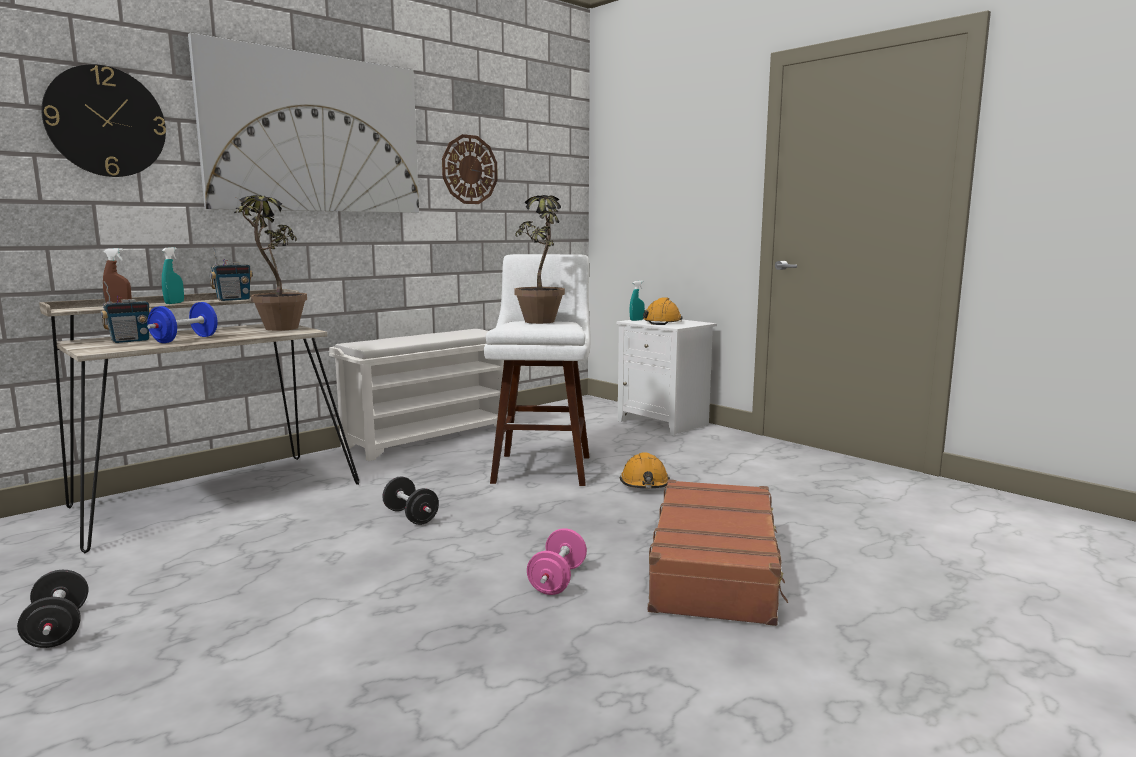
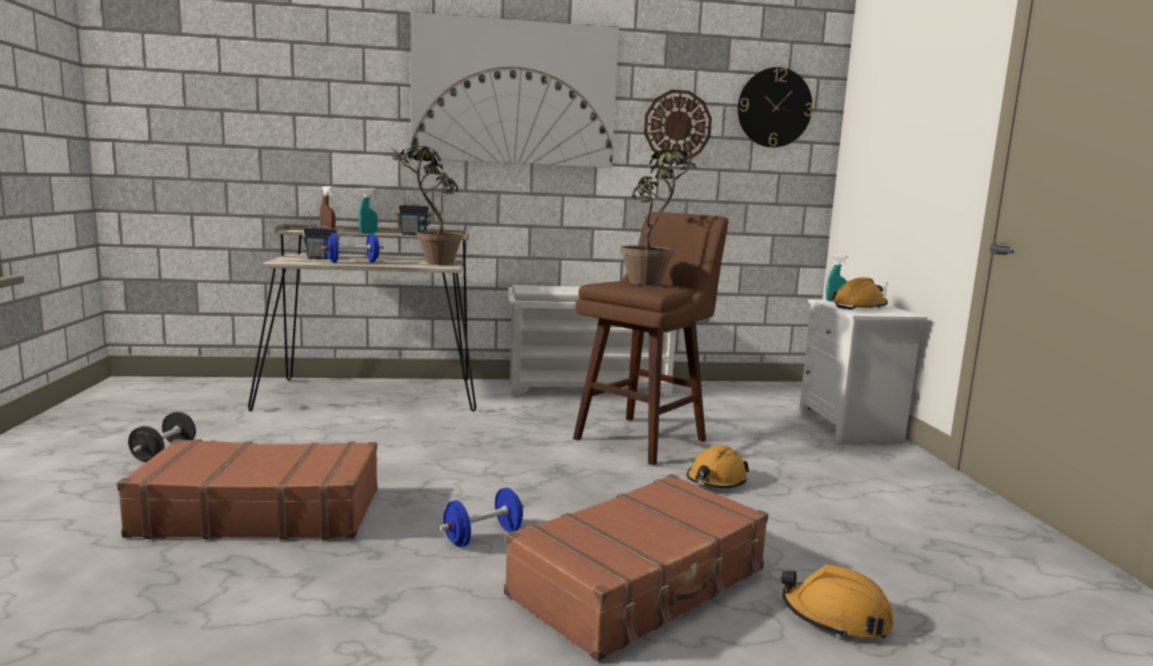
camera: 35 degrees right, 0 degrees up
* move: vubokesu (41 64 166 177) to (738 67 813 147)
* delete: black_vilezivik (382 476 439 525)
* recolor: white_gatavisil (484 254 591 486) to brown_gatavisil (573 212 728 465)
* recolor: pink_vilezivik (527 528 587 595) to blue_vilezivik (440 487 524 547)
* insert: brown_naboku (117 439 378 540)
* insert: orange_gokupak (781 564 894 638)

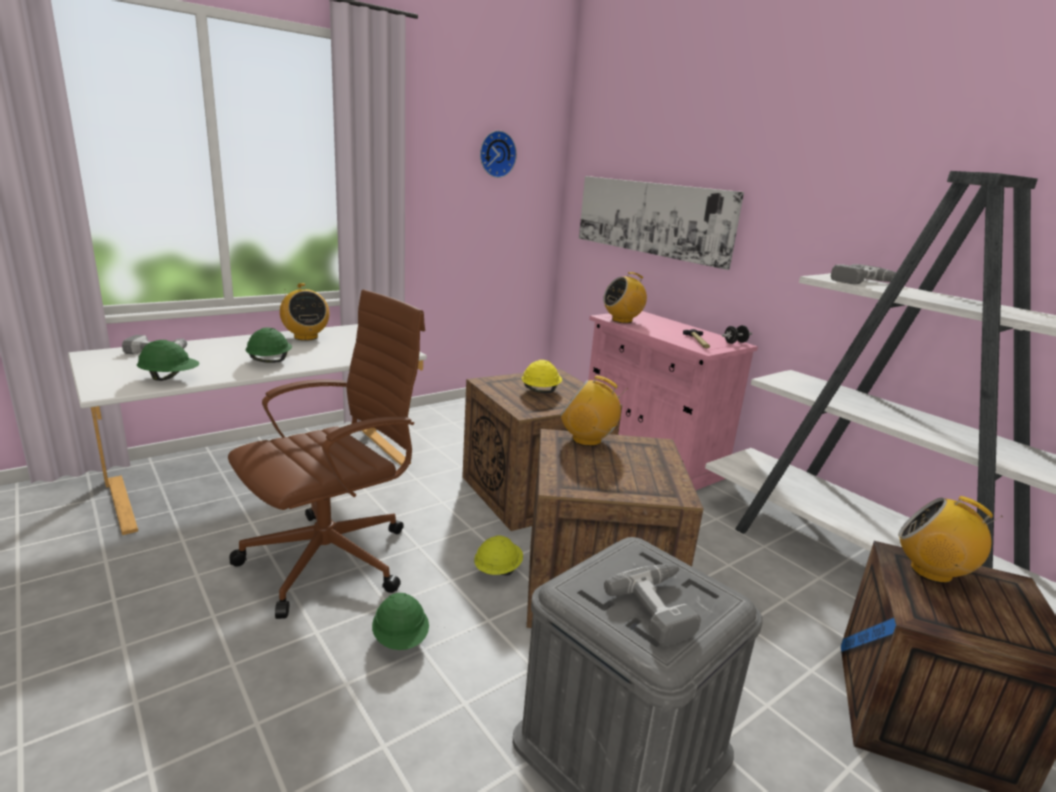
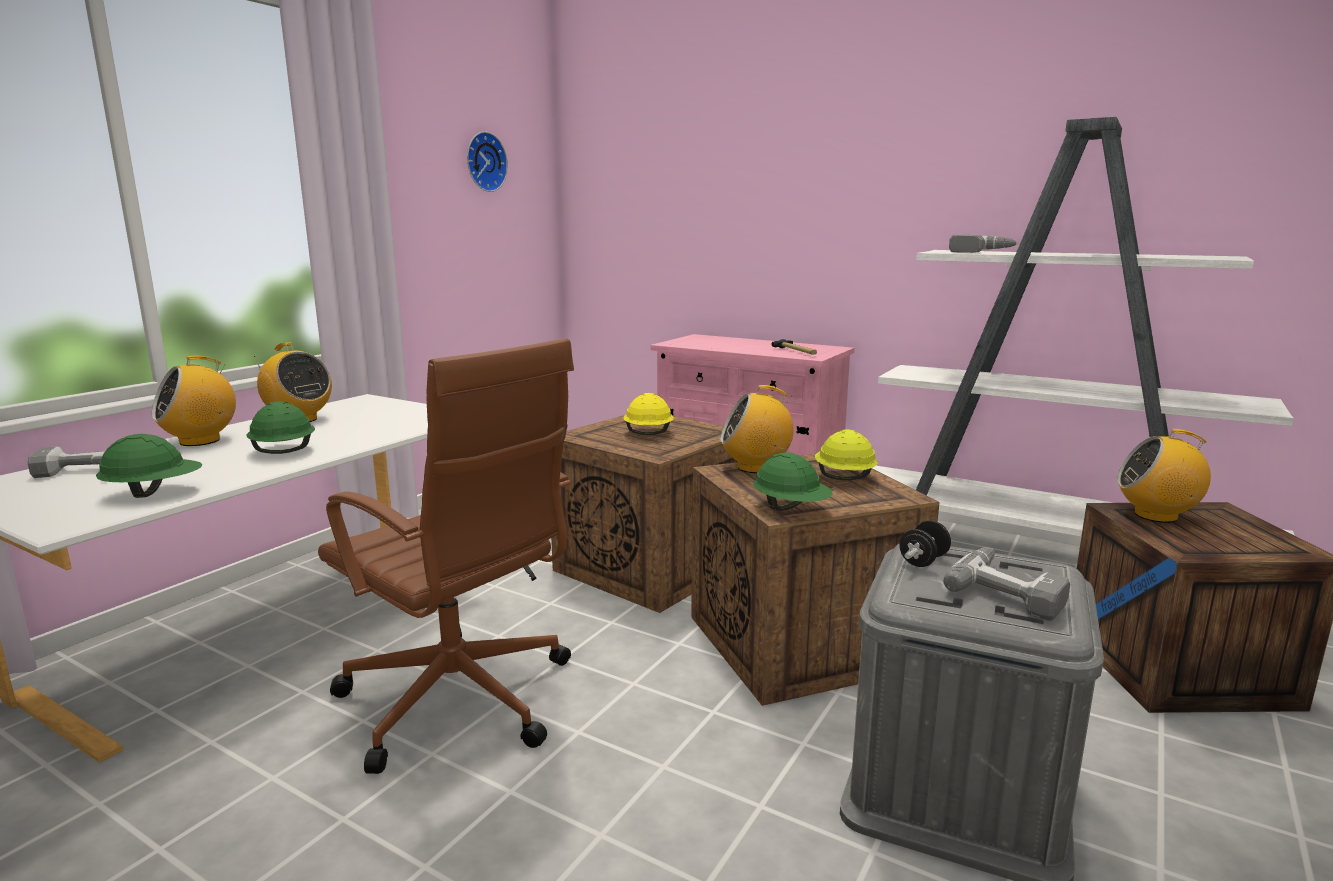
camera: 20 degrees left, 5 degrees down
* rotate: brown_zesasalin (228 289 425 619) = (318 338 574 774) 105 degrees clockwise
* move: green_gokupak (372 593 429 650) to (753 452 833 511)
* move: yellow_gokupak (474 536 523 576) to (815 430 878 480)
* delete: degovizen (579 176 744 270)
* move: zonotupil (603 272 647 323) to (152 356 236 446)
* move: black_vilezivik (722 325 752 344) to (900 520 951 567)

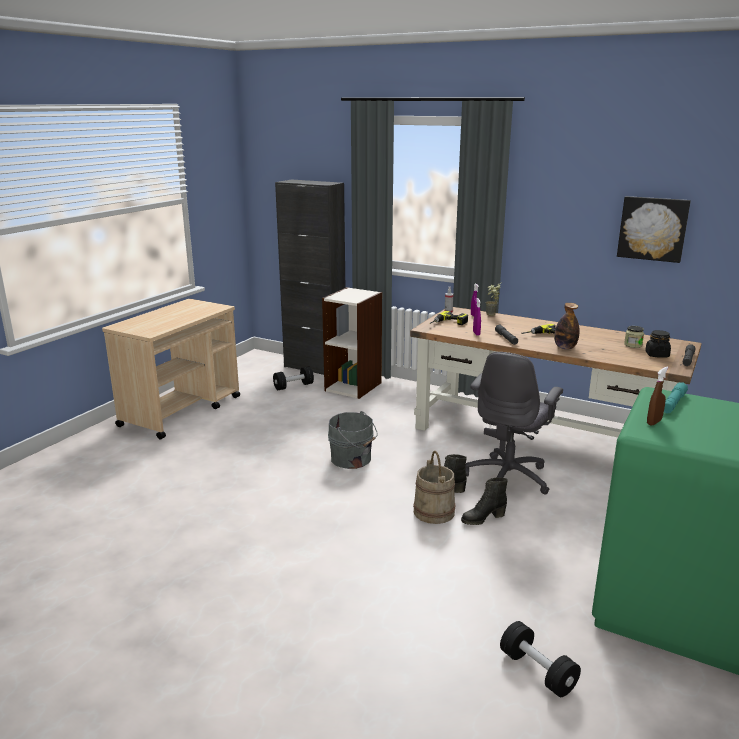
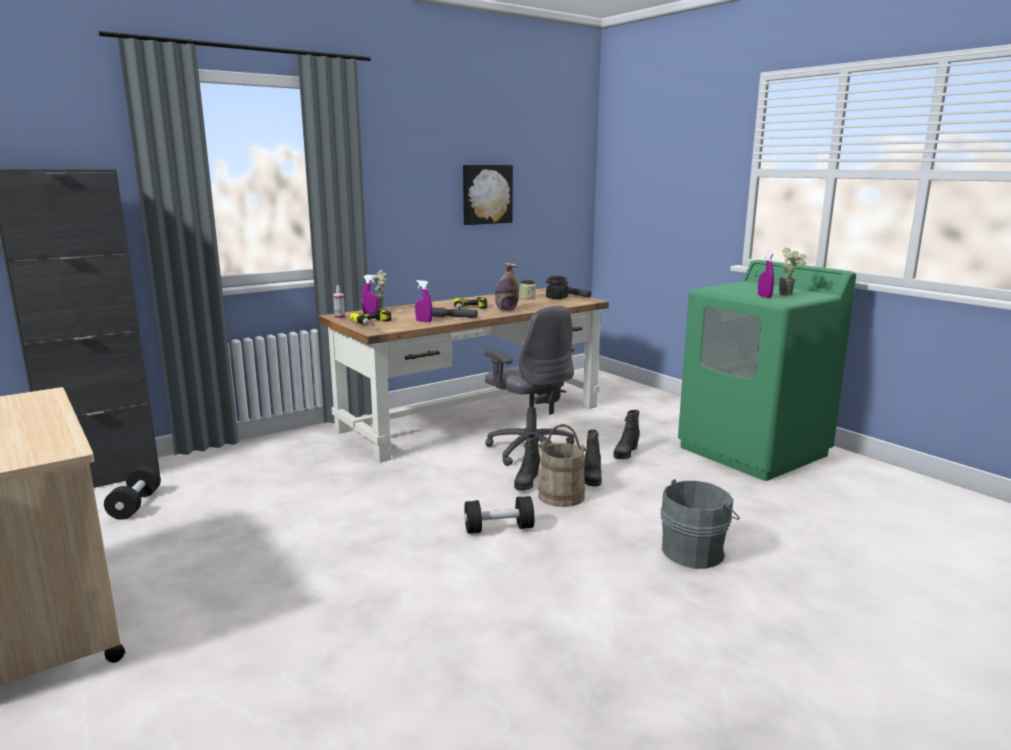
camera: 65 degrees left, 5 degrees down
* delete: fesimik (322 287 382 399)
* move: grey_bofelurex (328 411 378 469) to (660 479 739 569)
* move: black_vilezivik (500 621 581 697) to (465 496 535 534)
* recolor: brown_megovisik (647 367 668 425) to purple_megovisik (758 250 774 298)
* delete: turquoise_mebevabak (664 382 688 413)
* insert: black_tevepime (614 410 640 459)
* insert: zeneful (779 248 807 296)

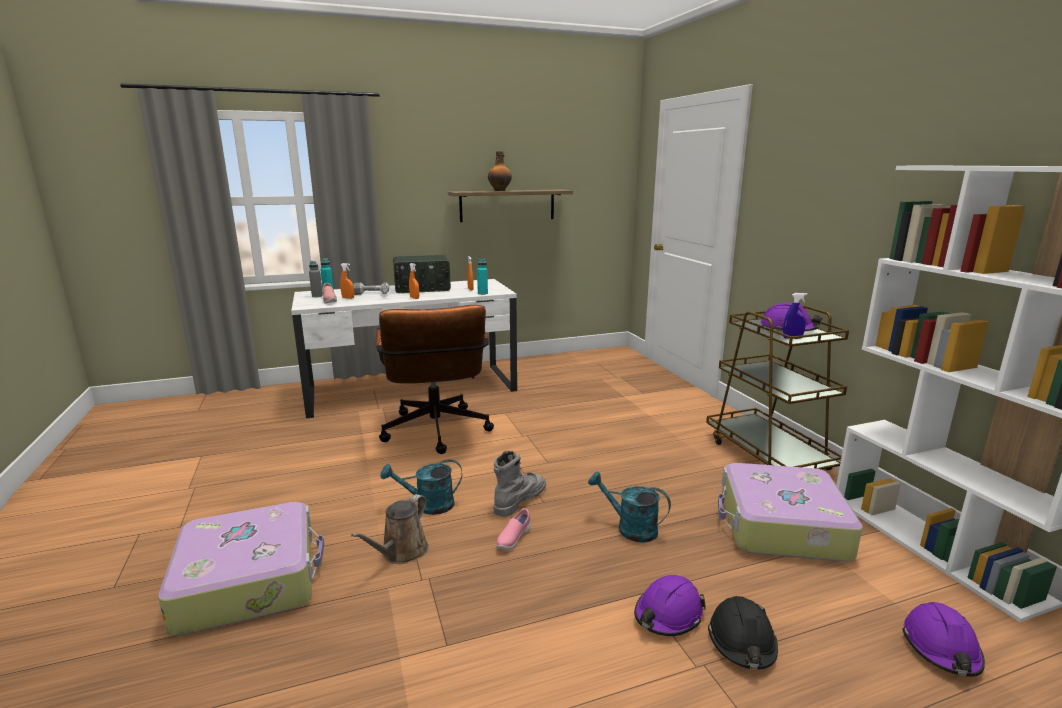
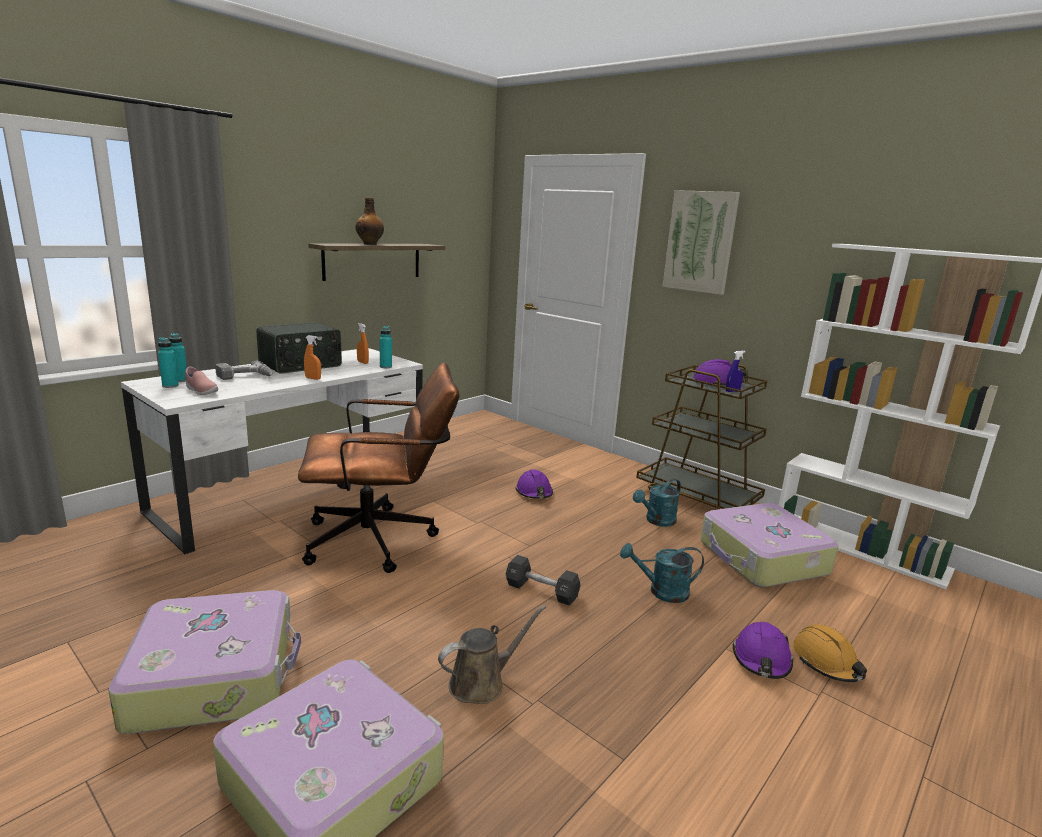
camera: 30 degrees left, 0 degrees up
* recolor: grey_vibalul (309 261 323 298) to turquoise_vibalul (158 337 179 388)
* delete: orange_megovisik (340 263 354 299)
* rotate: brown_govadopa (351 494 428 564) = (438 605 546 704) 120 degrees counterclockwise
* rotate: brown_zesasalin (376 305 494 454) = (298 362 459 573) 60 degrees counterclockwise
* move: turquoise_govadopa (380 459 462 515) to (633 479 681 527)
* replace: grey_tevepime (493 451 546 517) to black_vilezivik (506 555 580 605)
* delete: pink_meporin (496 508 531 550)
* recolor: black_gokupak (708 596 778 669) to orange_gokupak (793 624 867 682)
* move: purple_gokupak (902 602 985 677) to (515 469 553 499)
* insert: naboku (108 590 301 734)
* insert: degovizen (662 190 740 295)

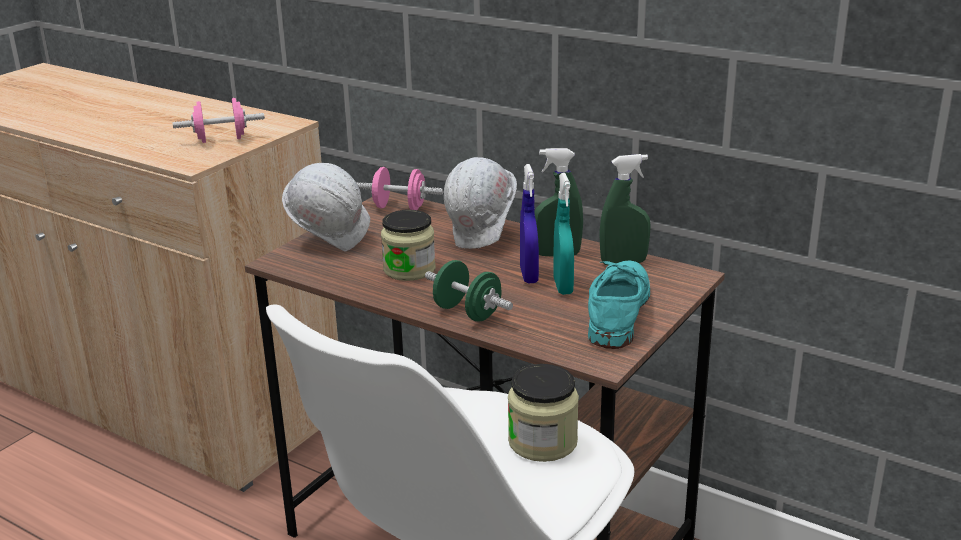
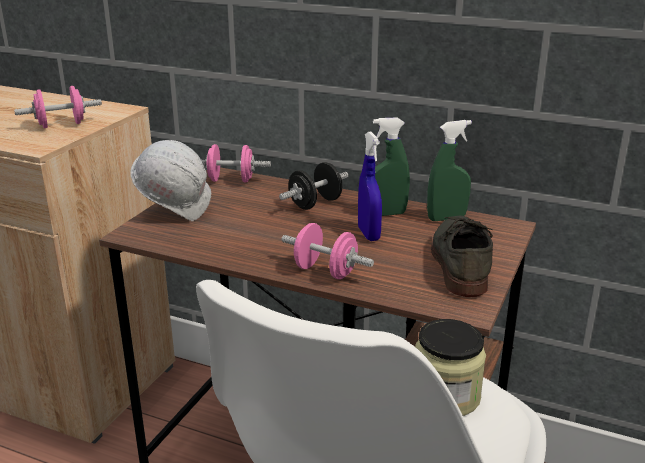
camera: 10 degrees left, 0 degrees up
* delete: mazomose (381 210 436 281)
* recolor: green_vilezivik (425 260 513 322) to pink_vilezivik (281 223 374 279)
* replace: white_gokupak (444 157 517 249) to black_vilezivik (279 162 349 210)
* delete: turquoise_megovisik (553 173 574 295)
* recolor: turquoise_meporin (588 260 650 349) to grey_meporin (431 215 493 297)

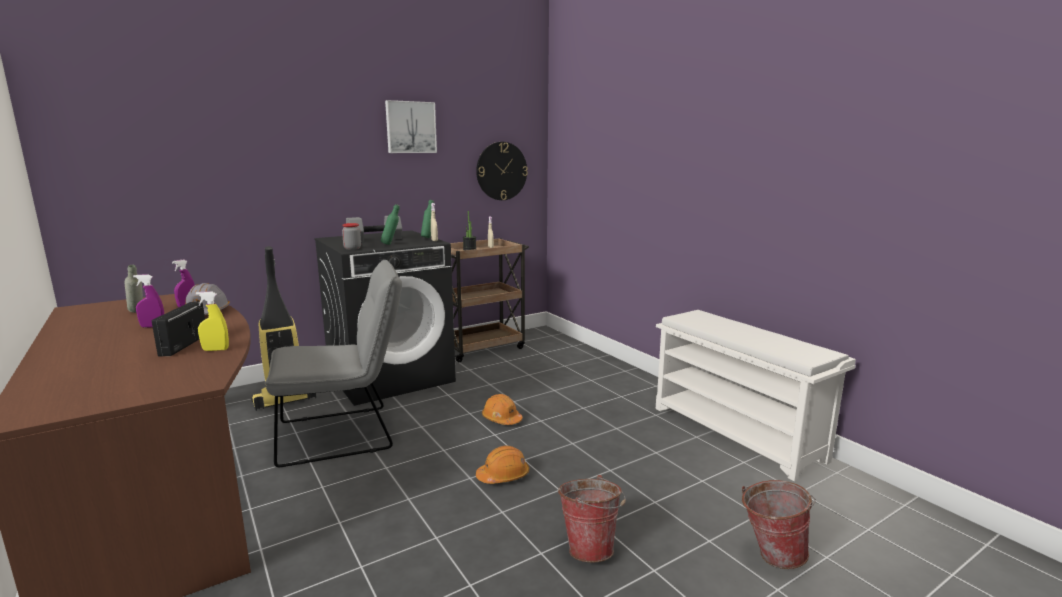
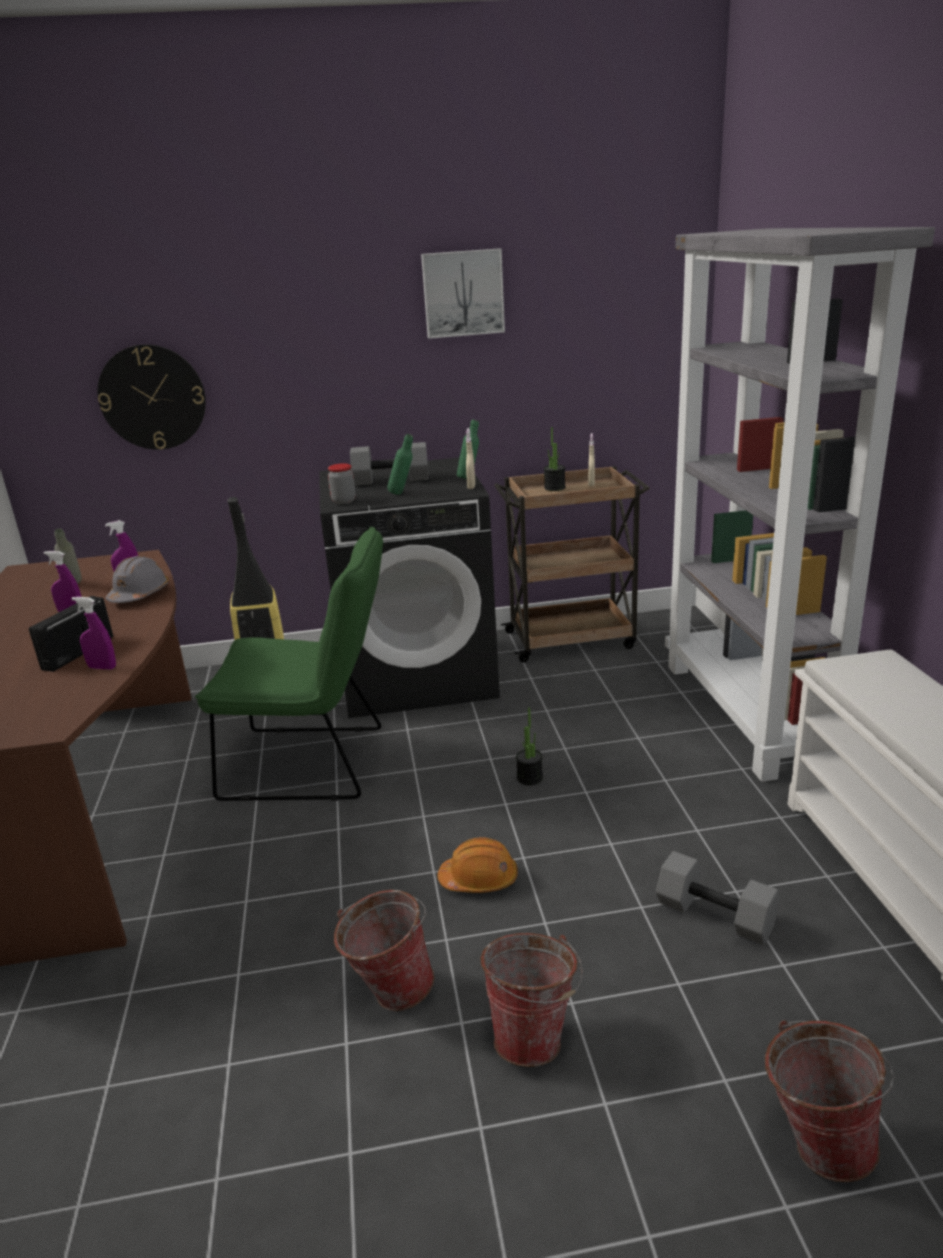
camera: 25 degrees right, 10 degrees up
* recolor: yellow_megovisik (196 292 229 351) to purple_megovisik (72 597 116 670)
* recolor: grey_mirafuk (264 260 402 467) to green_mirafuk (195 527 383 801)
* move: vubokesu (476 142 528 200) to (98 344 206 450)
* replace: orange_gokupak (482 394 523 425) to zeneful (516 707 543 785)
* insert: bofelurex (334 890 434 1011)
* insert: grey_vilezivik (656 851 780 945)
* insert: grey_fesimik (665 227 935 782)

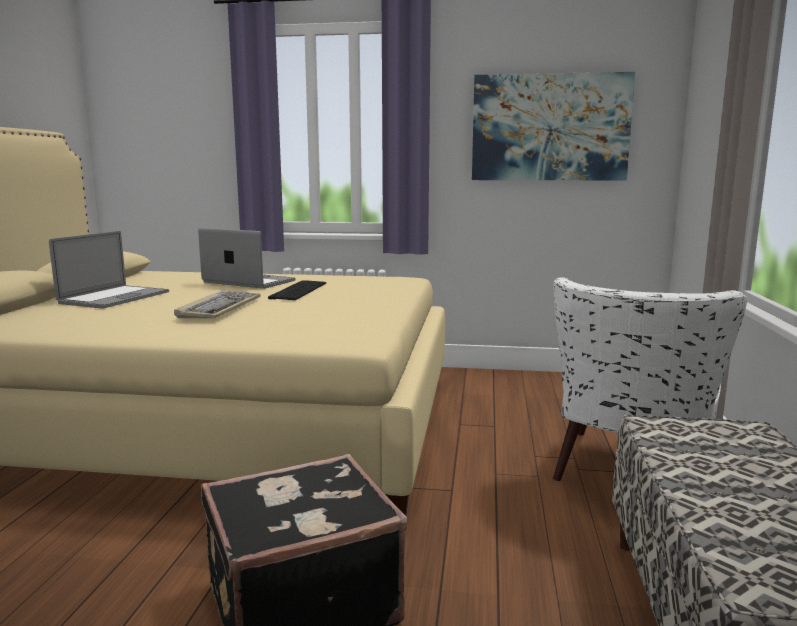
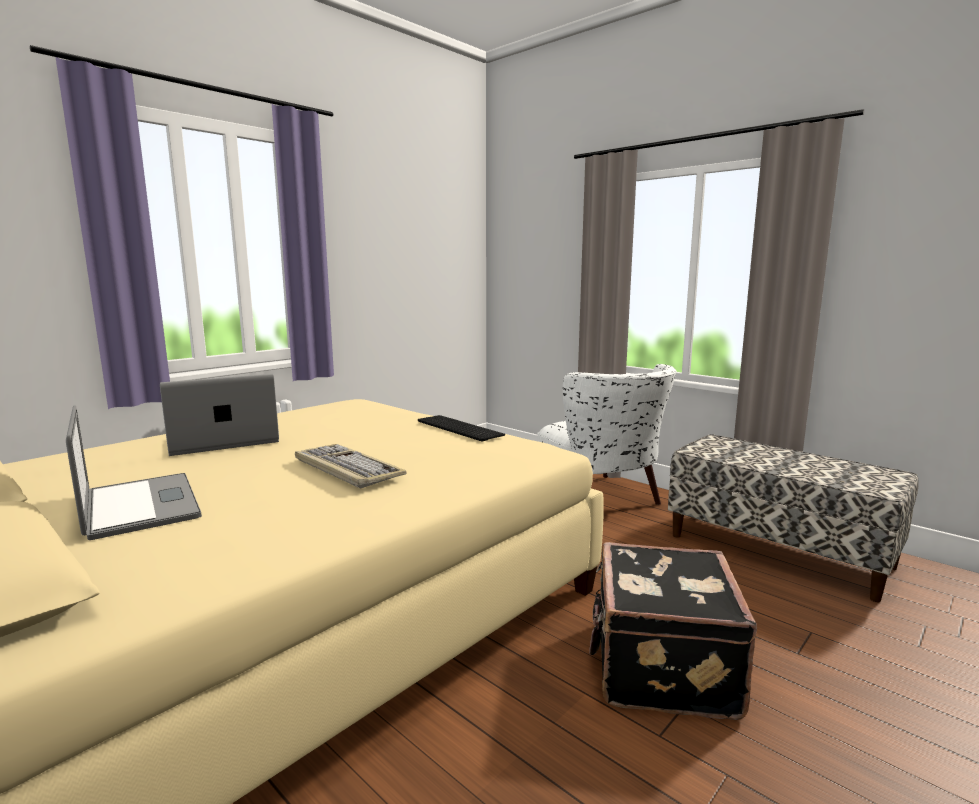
camera: 55 degrees left, 0 degrees up
* move: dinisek (268 280 326 300) to (418 415 505 441)
* delete: degovizen (472 72 635 180)

